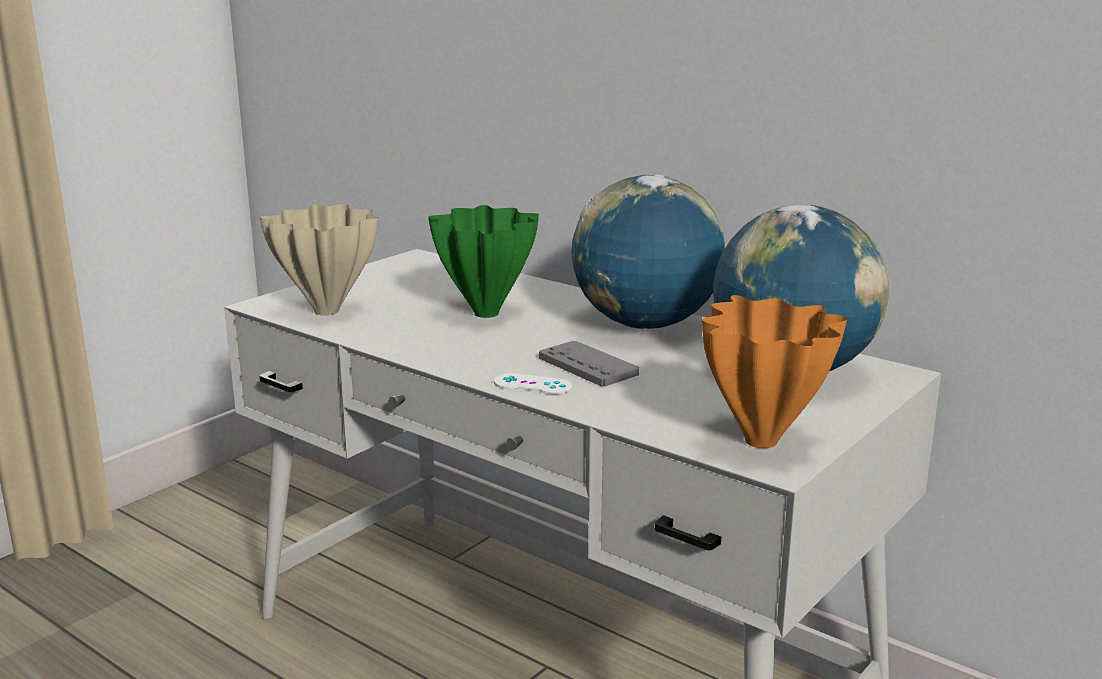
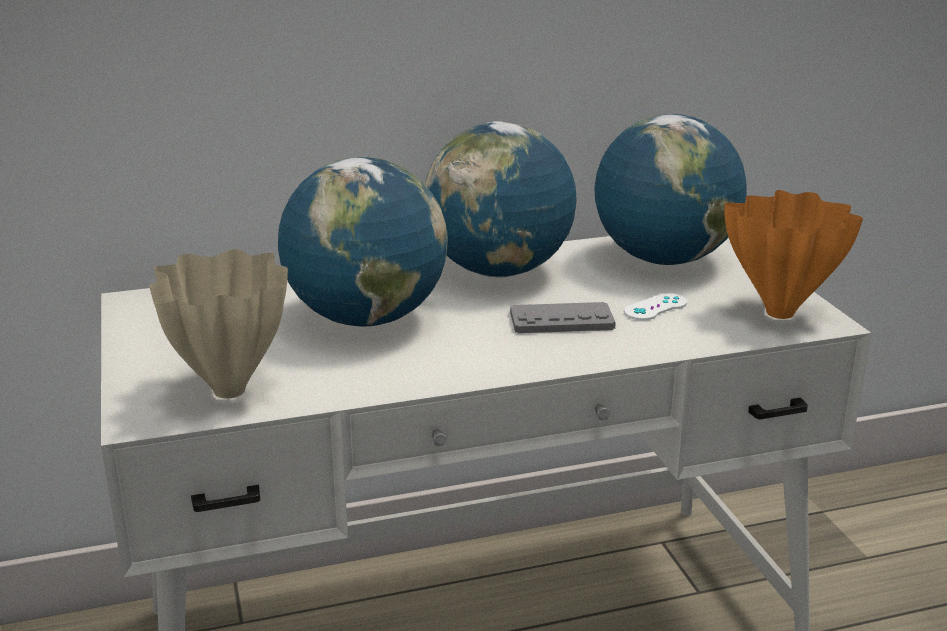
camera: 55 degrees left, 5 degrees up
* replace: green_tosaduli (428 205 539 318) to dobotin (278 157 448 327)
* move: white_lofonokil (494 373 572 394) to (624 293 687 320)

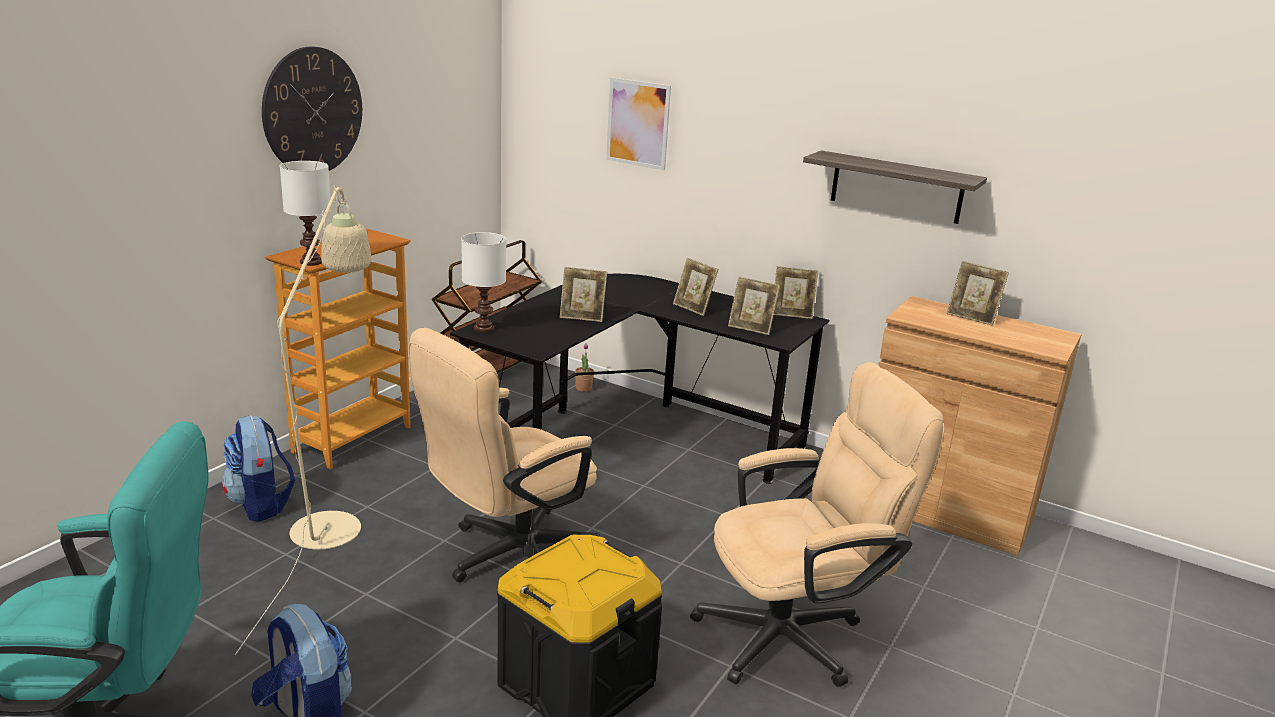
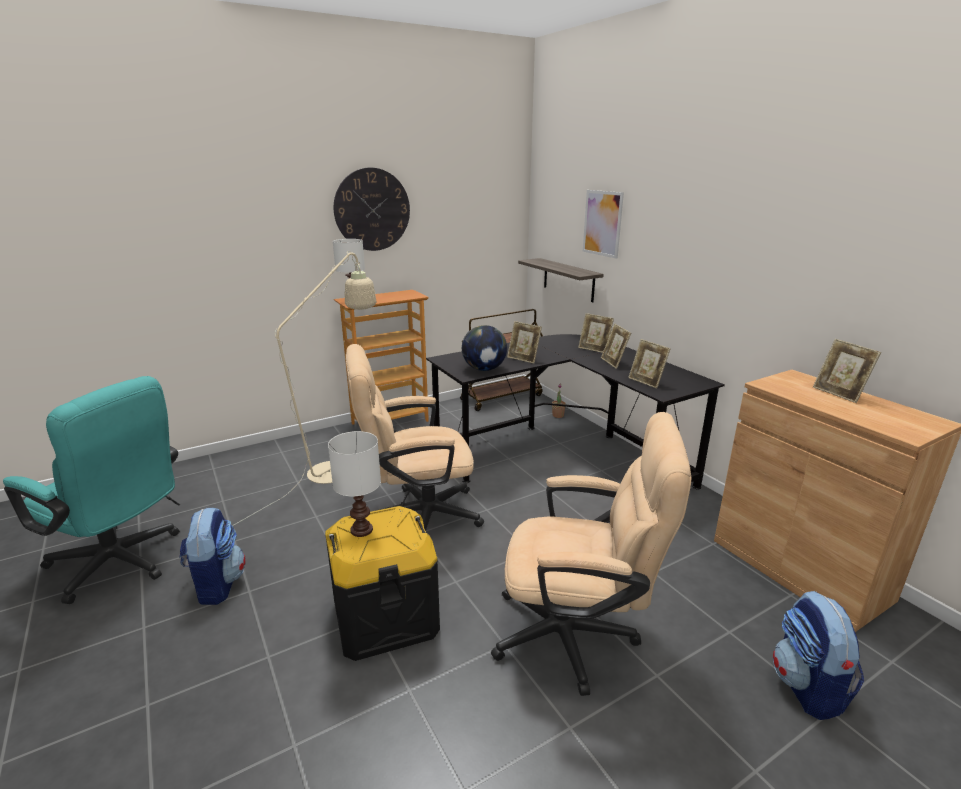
camera: 30 degrees right, 0 degrees up
* move: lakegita (222 415 295 522) to (773 591 864 720)
* move: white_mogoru (461 232 506 333) to (328 431 381 537)
* move: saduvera (774 266 818 319) to (578 313 614 353)
* move: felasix (803 151 987 224) to (518 258 604 302)
* insert: dobotin (462 325 507 371)

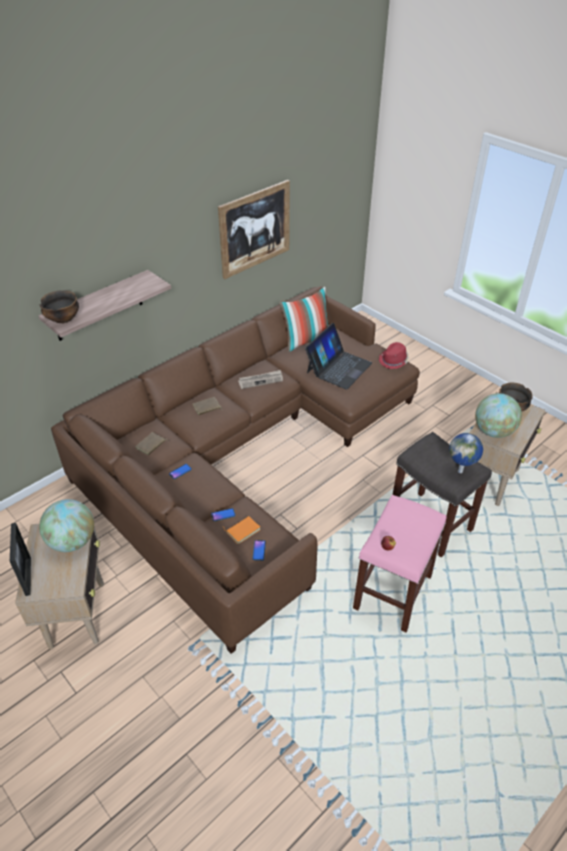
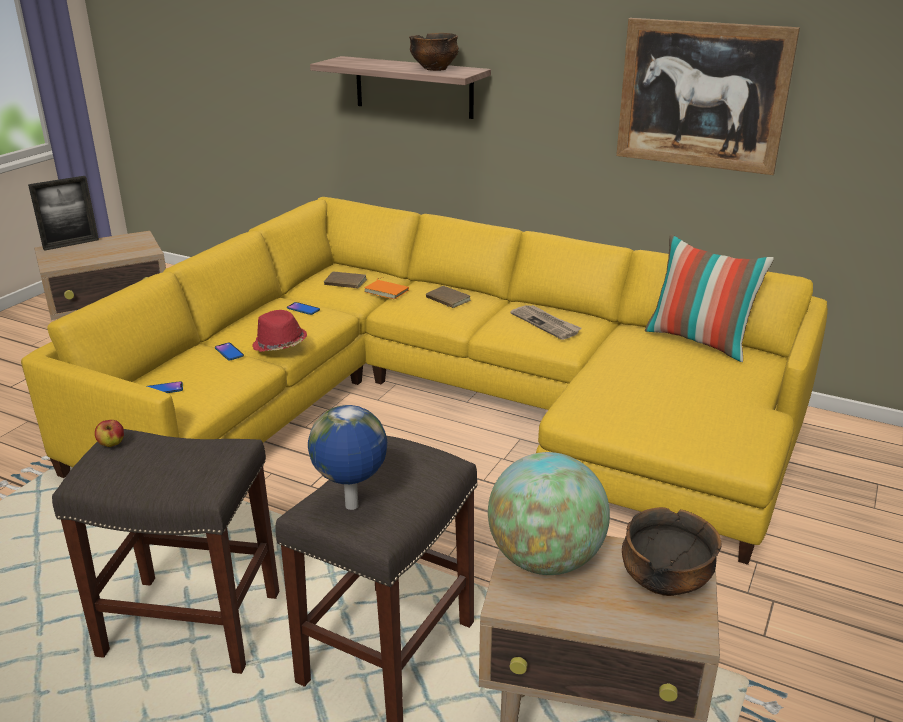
camera: 70 degrees right, 15 degrees down
* delete: dobotin (39 499 94 552)
* move: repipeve (40 290 79 323) to (409 33 459 71)
* recolor: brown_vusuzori (51 286 420 654) to yellow_vusuzori (21 197 828 565)
* move: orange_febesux (224 516 260 544) to (364 280 409 299)
* delete: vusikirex (305 323 372 390)
* recolor: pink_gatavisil (353 495 447 632) to grey_gatavisil (52 429 279 674)
* move: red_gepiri (379 342 409 369) to (252 310 307 352)

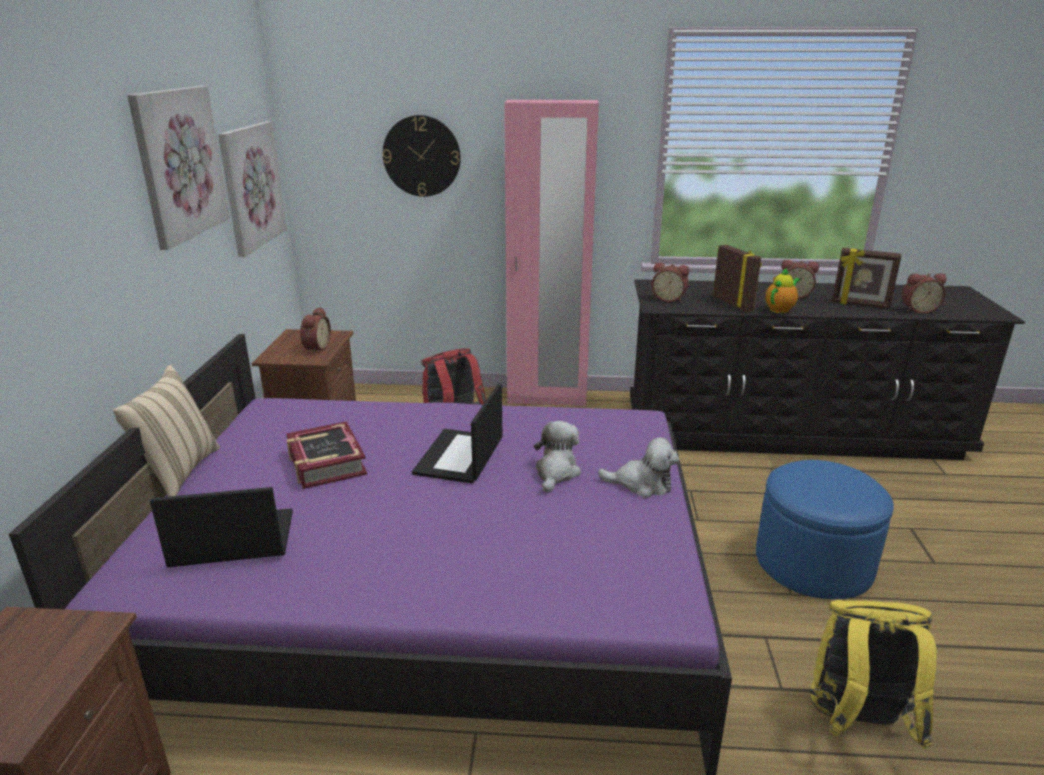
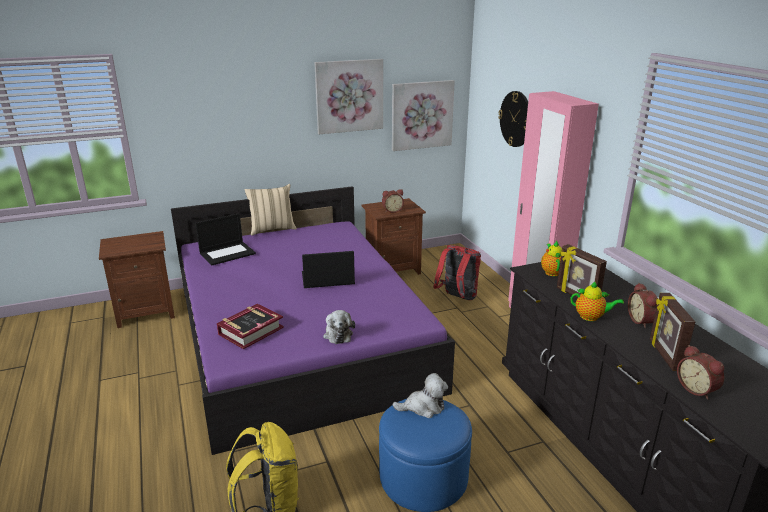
camera: 65 degrees right, 0 degrees up
* rotate: vusikirex (150 487 293 567) = (195 213 256 266) 90 degrees clockwise
* move: febesux (286 421 367 489) to (217 304 284 349)
* move: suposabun (534 421 581 493) to (392 373 448 418)
* replace: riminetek (651 262 689 303) to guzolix (541 241 562 276)
* rotate: saduvera (713 245 762 312) = (557 244 607 298) 105 degrees clockwise

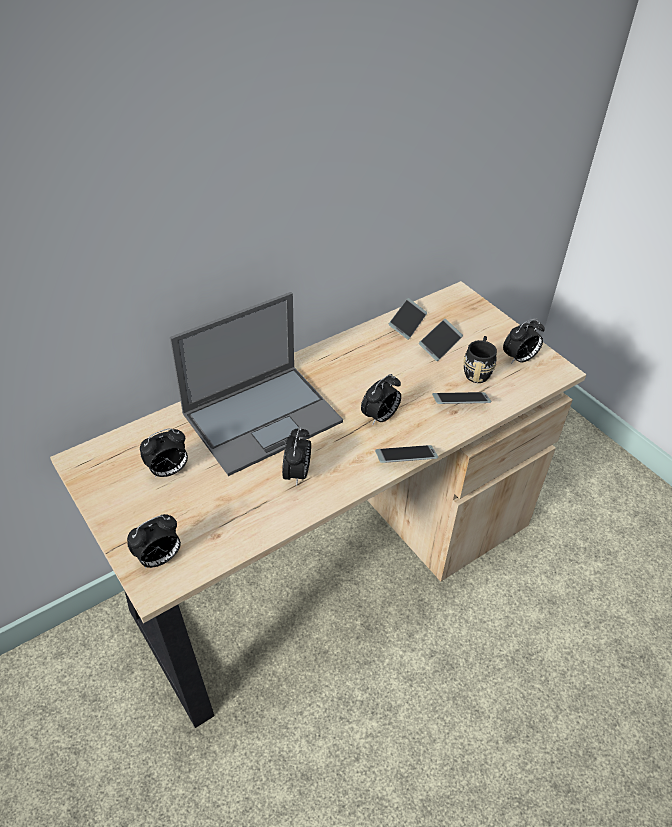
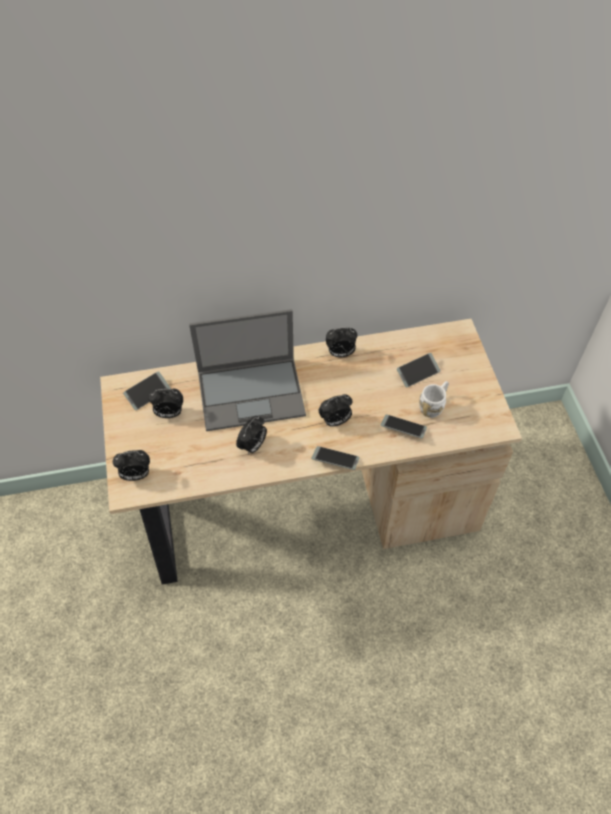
camera: 25 degrees right, 10 degrees up
* move: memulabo (389 298 427 340) to (123 371 171 410)
* recolor: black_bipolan (464 336 497 383) to white_bipolan (419 381 449 418)
* move: riminetek (503 318 545 364) to (326 327 357 357)

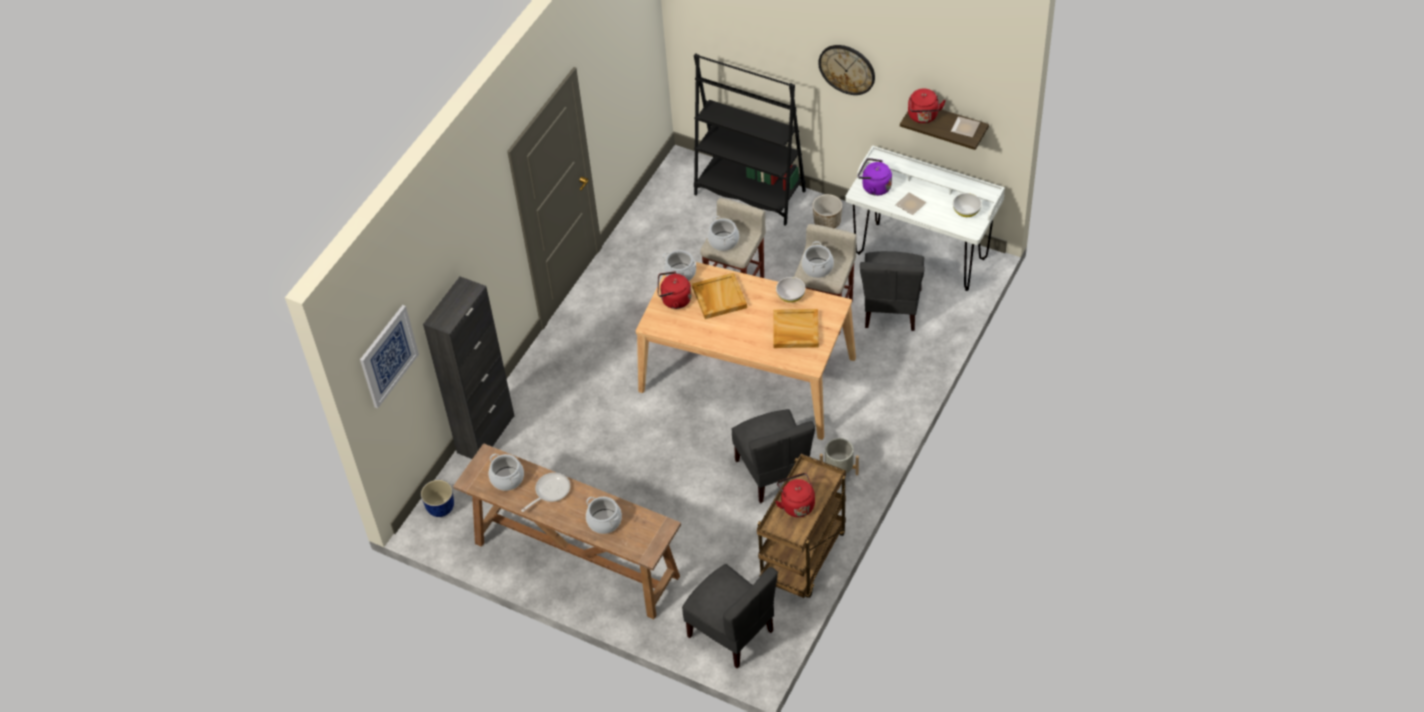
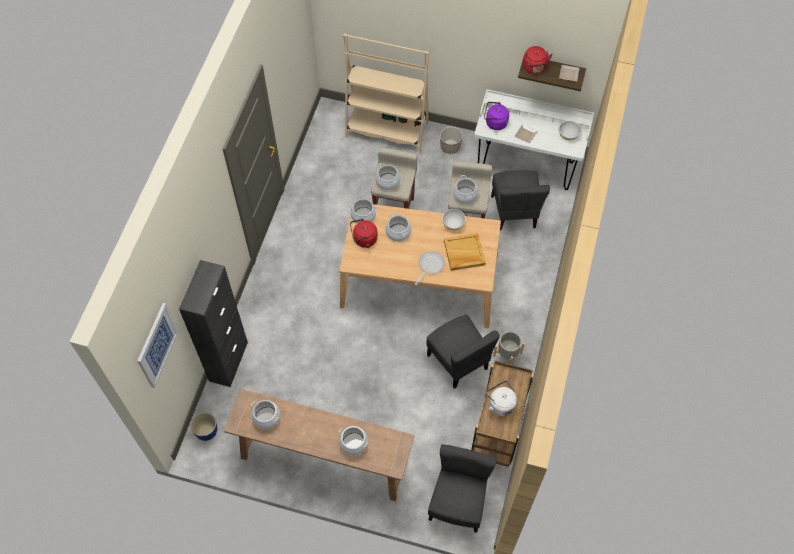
camera: 15 degrees left, 10 degrees up
* move: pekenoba (521 472 570 512) to (415 251 445 285)
* rotate: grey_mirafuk (682 564 778 669) = (428 444 497 533) 105 degrees counterclockwise
* replace: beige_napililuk (692 273 747 319) to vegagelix (385 213 411 242)
* recolor: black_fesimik (694 53 806 226) to beige_fesimik (343 33 429 154)
* recolor: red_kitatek (775 473 815 517) to white_kitatek (486 381 517 416)
* delete: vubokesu (818 45 875 95)

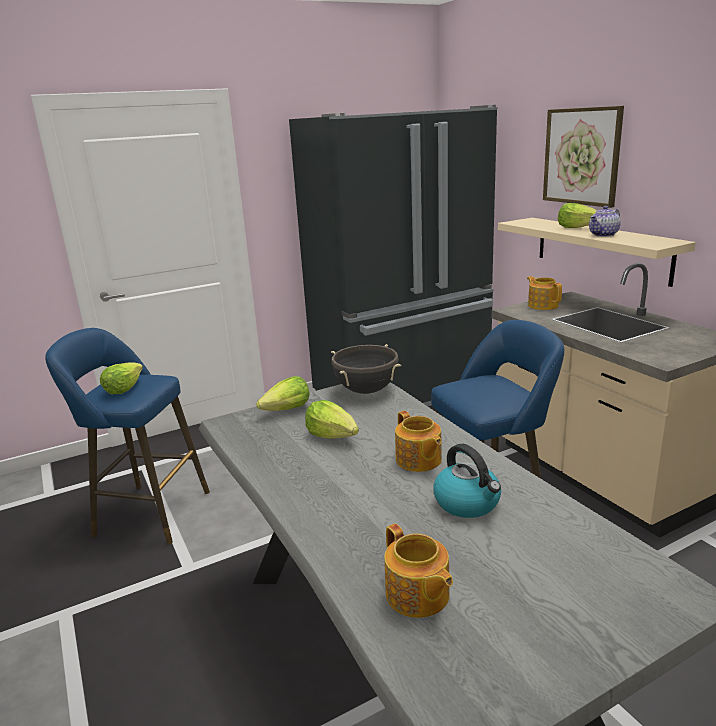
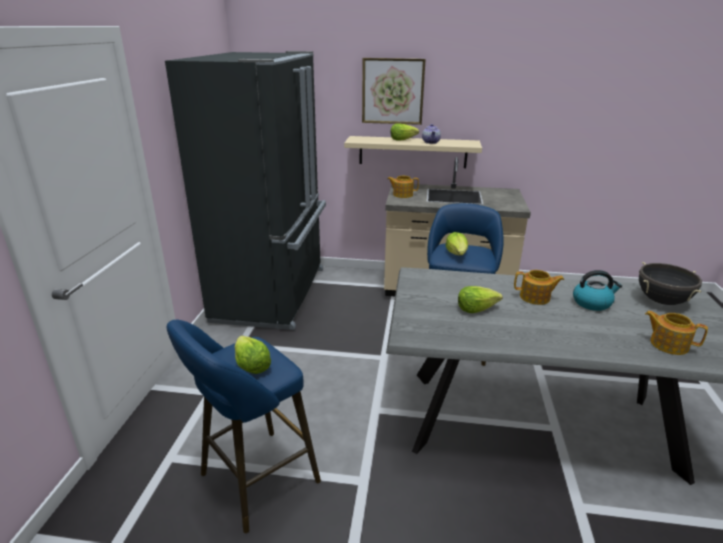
camera: 55 degrees left, 5 degrees up
* move: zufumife (256 376 309 411) to (445 232 468 255)
* move: black_vegagelix (331 344 401 394) to (639 262 702 305)
* rotate: guzolix (384 524 453 618) = (645 311 708 355) 150 degrees counterclockwise

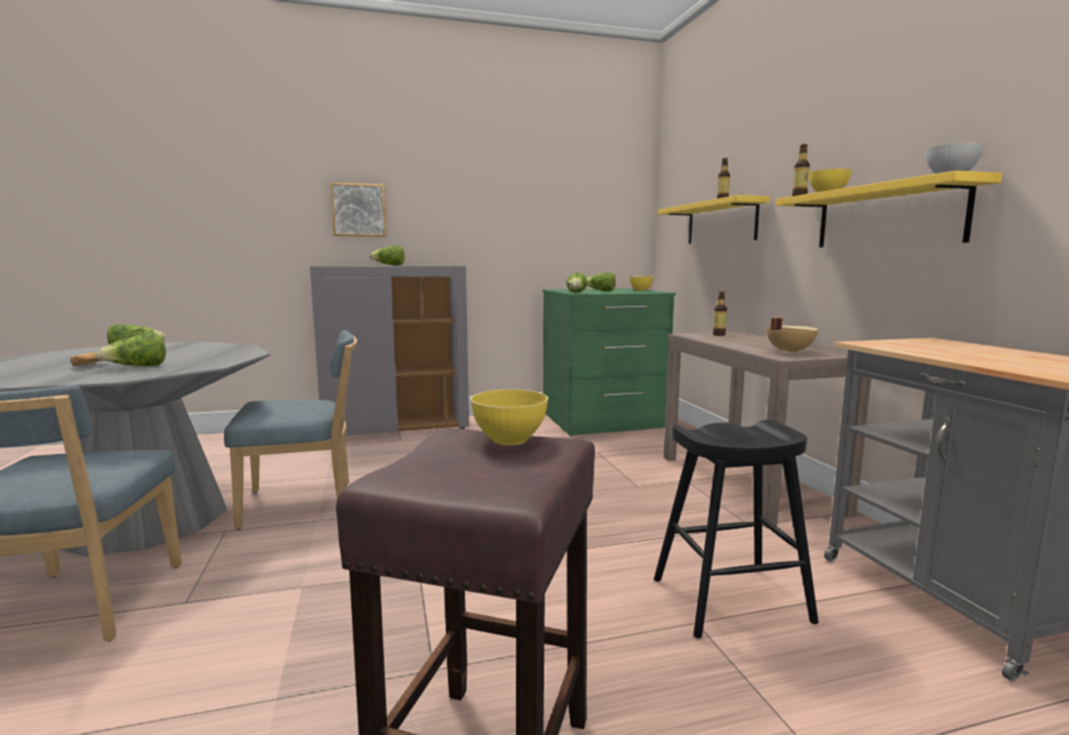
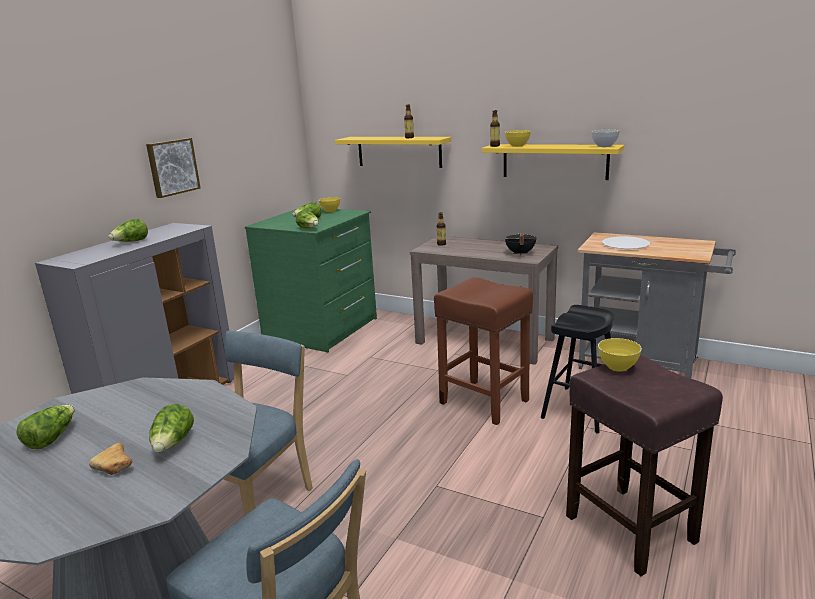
camera: 45 degrees left, 10 degrees up
* move: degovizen (331 183 386 236) to (146 138 201 198)
* recolor: beige_vegagelix (766 317 819 354) to black_vegagelix (505 233 536 256)
* insert: brown_gatavisil (434 277 533 425)
* insert: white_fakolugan (602 236 650 249)

